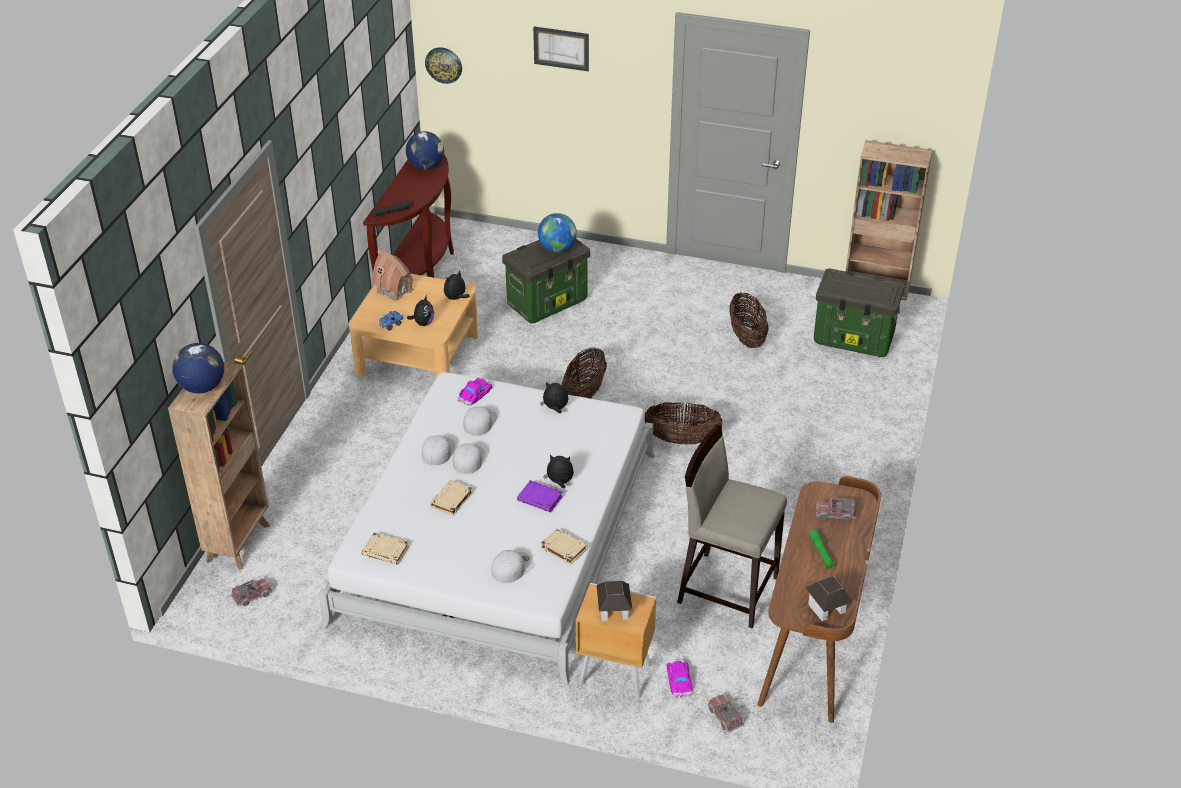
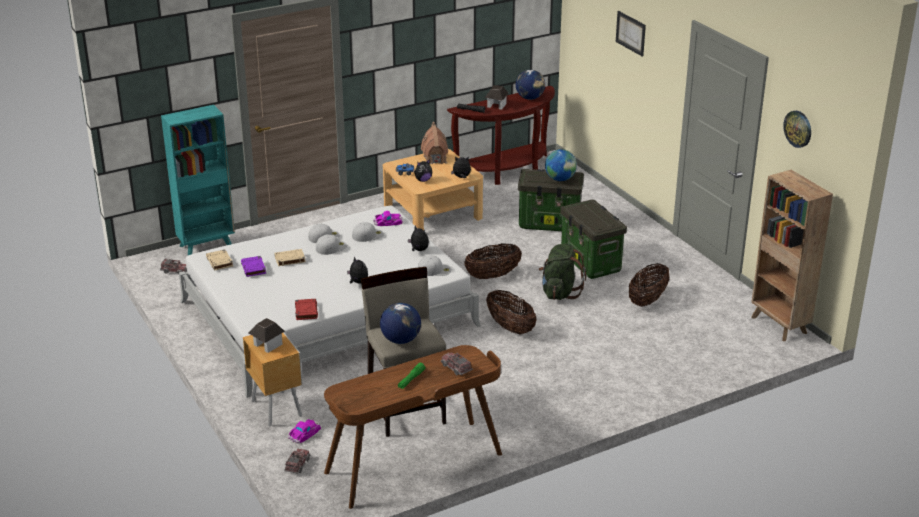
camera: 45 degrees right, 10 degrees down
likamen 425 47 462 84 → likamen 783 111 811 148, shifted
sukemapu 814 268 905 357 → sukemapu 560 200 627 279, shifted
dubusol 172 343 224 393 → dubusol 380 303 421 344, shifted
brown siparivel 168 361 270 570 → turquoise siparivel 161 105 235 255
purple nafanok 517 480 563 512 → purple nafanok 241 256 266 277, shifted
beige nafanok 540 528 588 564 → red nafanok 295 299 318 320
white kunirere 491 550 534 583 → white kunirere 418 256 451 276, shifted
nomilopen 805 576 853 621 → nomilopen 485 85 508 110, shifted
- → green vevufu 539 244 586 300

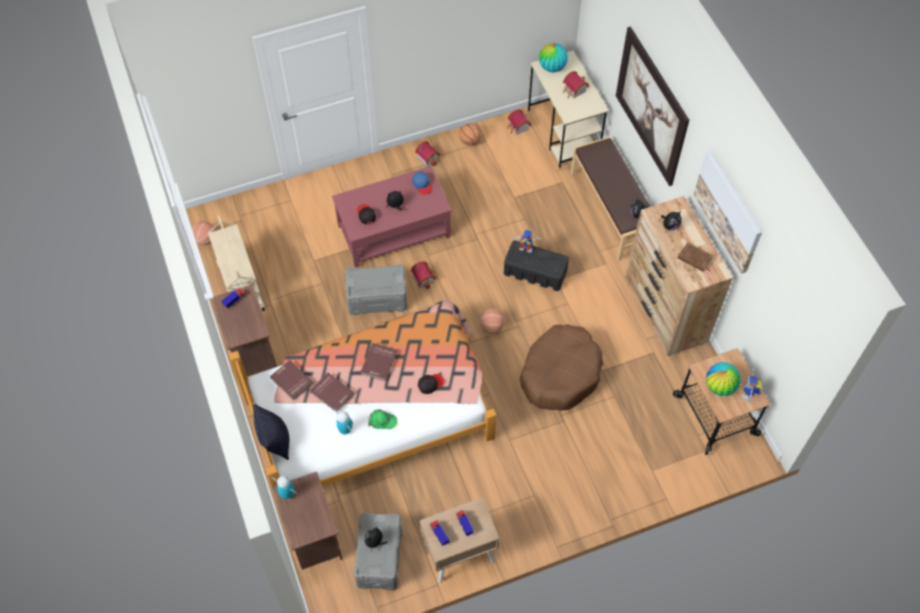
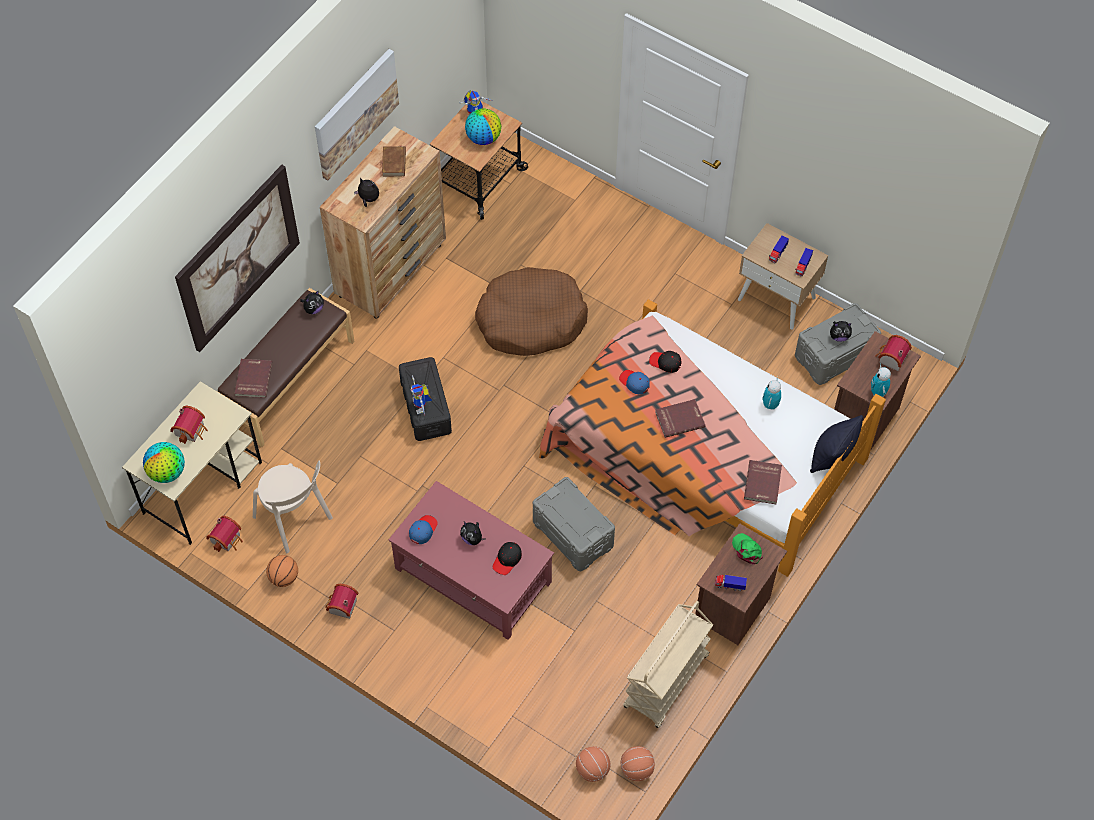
camera: 125 degrees left, 0 degrees up
nomilopen 411 261 437 289 → nomilopen 875 335 912 371, shifted
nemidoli 480 309 505 334 → nemidoli 576 746 610 782, shifted
red nafanok 310 372 354 412 → red nafanok 235 359 272 398, shifted
green kunirere 368 409 397 429 → green kunirere 732 533 764 564, shifted
- → blue kunirere 619 370 650 394
- → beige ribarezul 253 461 333 553

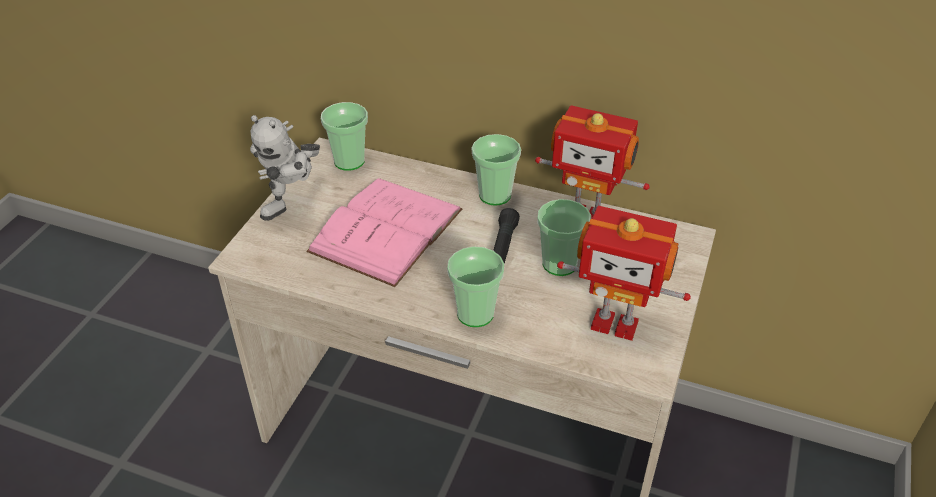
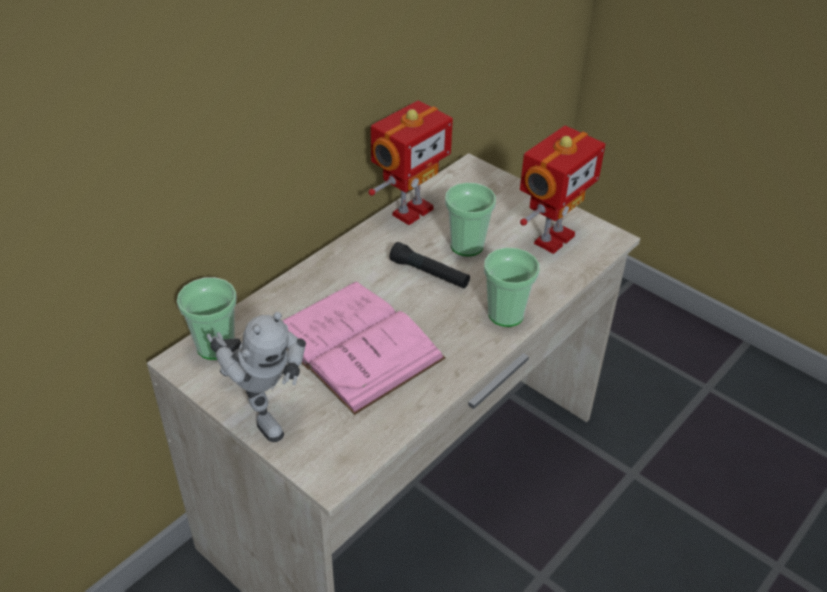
camera: 70 degrees left, 0 degrees up
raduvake 472 134 521 206 → -

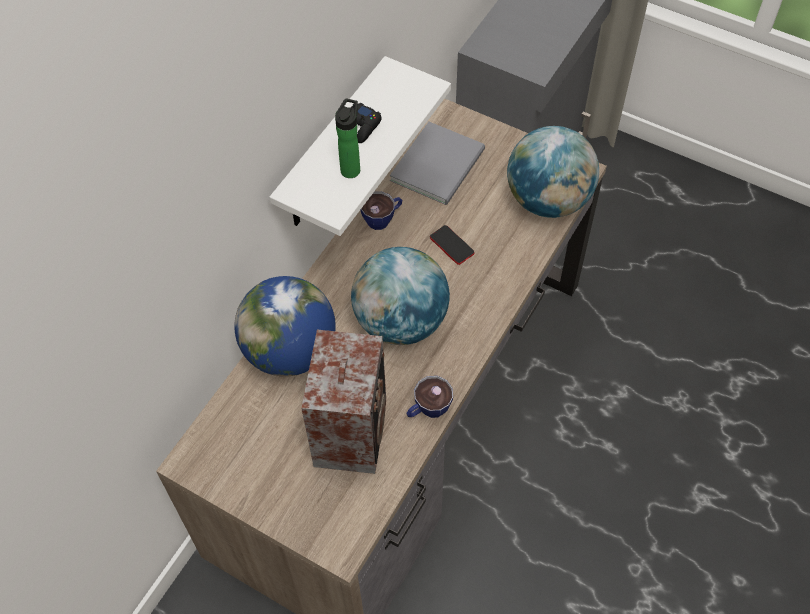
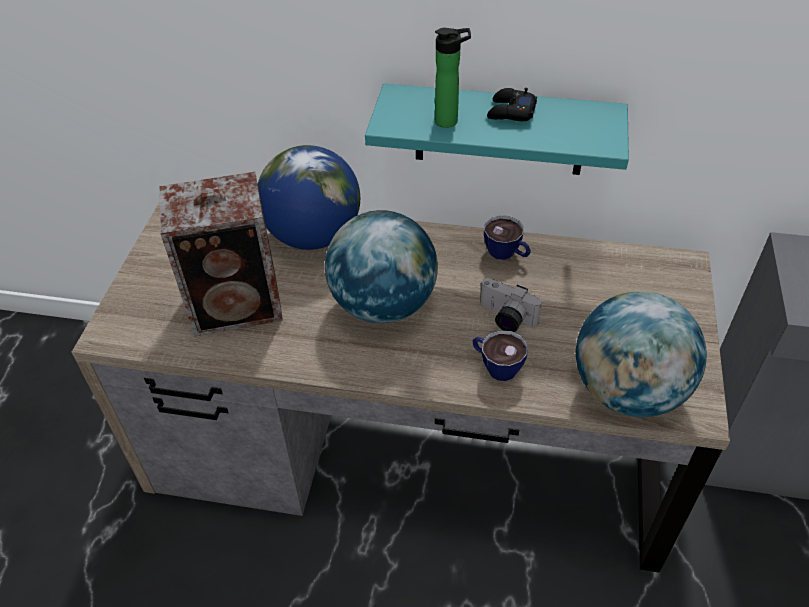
camera: 70 degrees right, 10 degrees down
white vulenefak 270 56 451 236 → turquoise vulenefak 365 83 629 175
grey nafanok 390 122 485 205 → -
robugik 430 225 474 265 → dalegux 480 278 542 332
raduvake 406 376 453 418 → raduvake 472 330 528 381, shifted

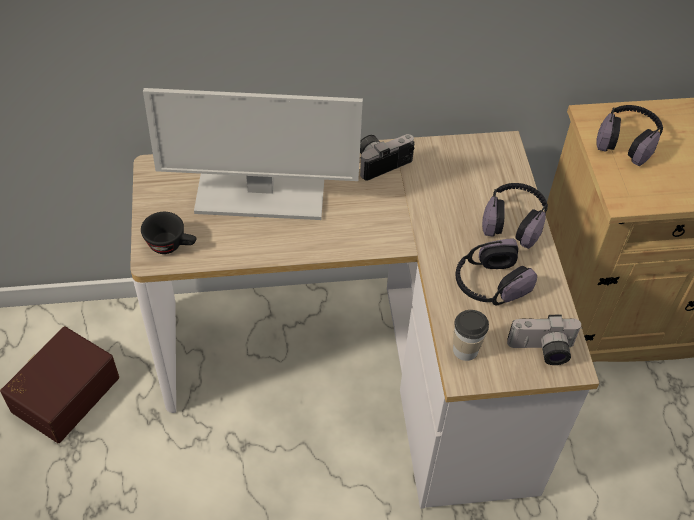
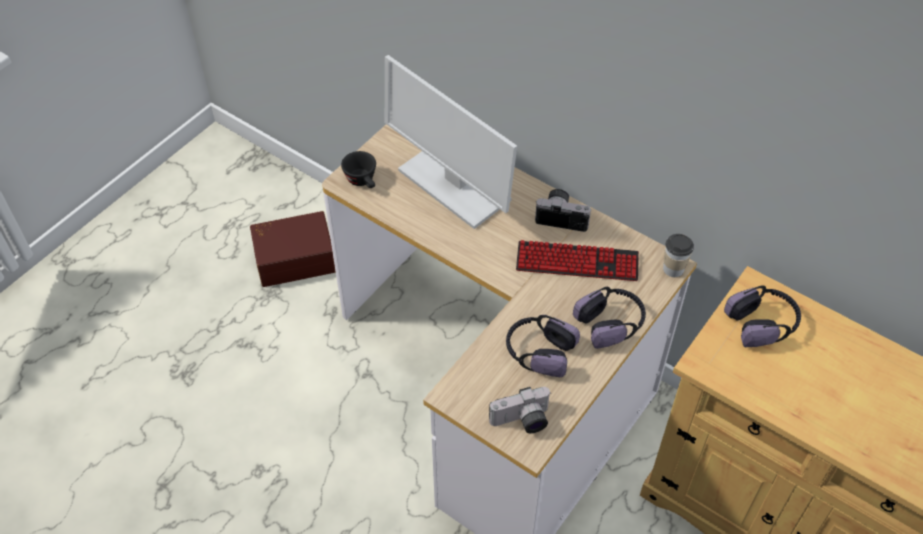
camera: 45 degrees right, 0 degrees up
raduvake 453 310 489 361 → raduvake 663 234 694 277, shifted
dalegux 507 315 581 365 → dalegux 489 387 551 433, 60 degrees counterclockwise
- → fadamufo 516 240 639 281

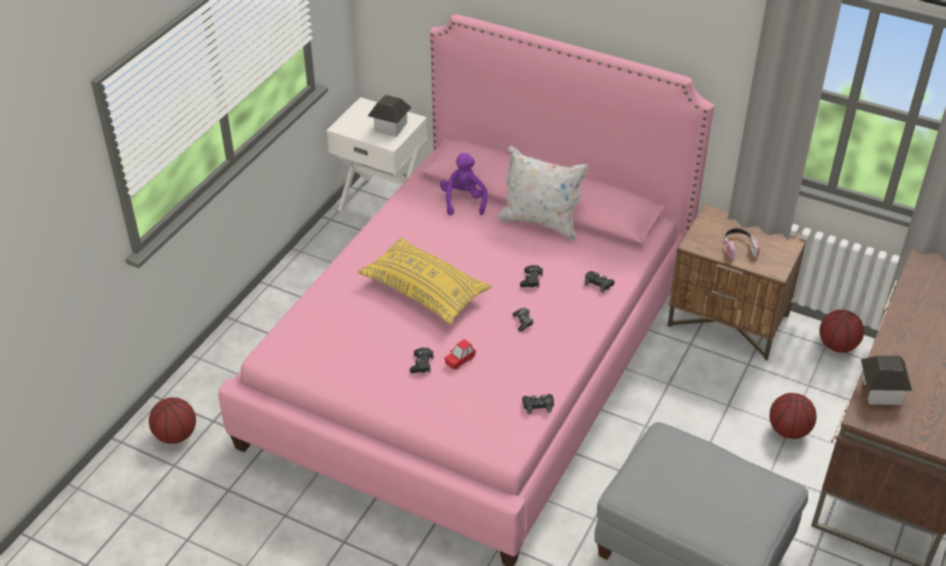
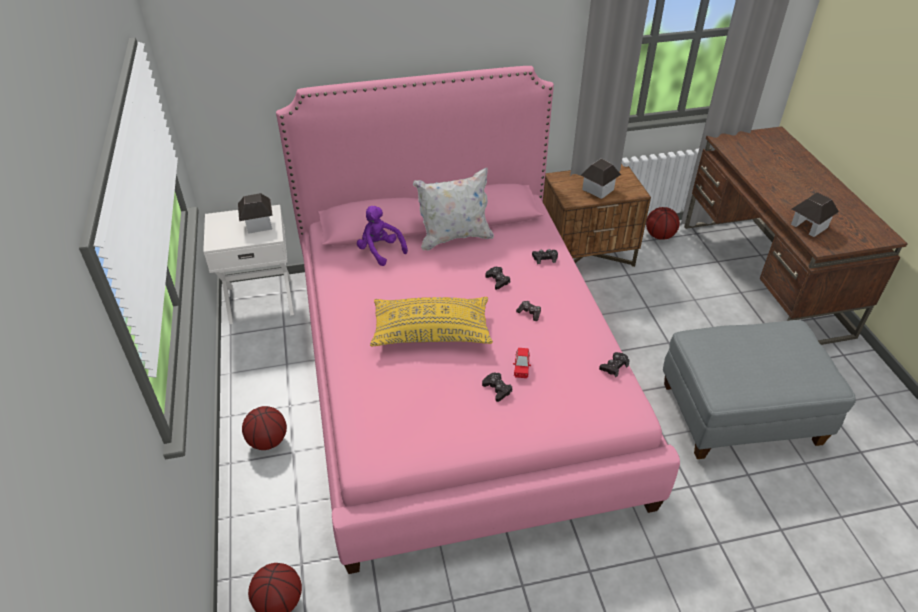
camera: 40 degrees left, 0 degrees up
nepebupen 724 228 760 260 → nomilopen 580 158 621 199
nemidoli 770 393 816 439 → nemidoli 242 406 287 450, shifted

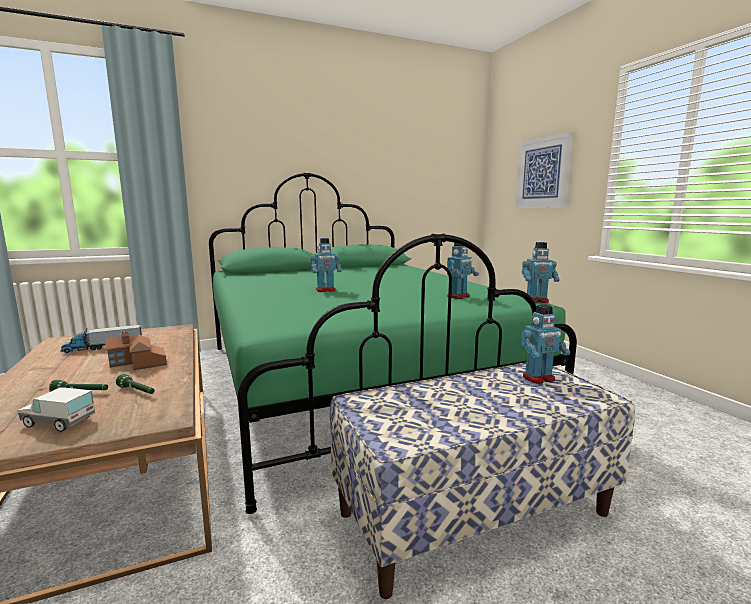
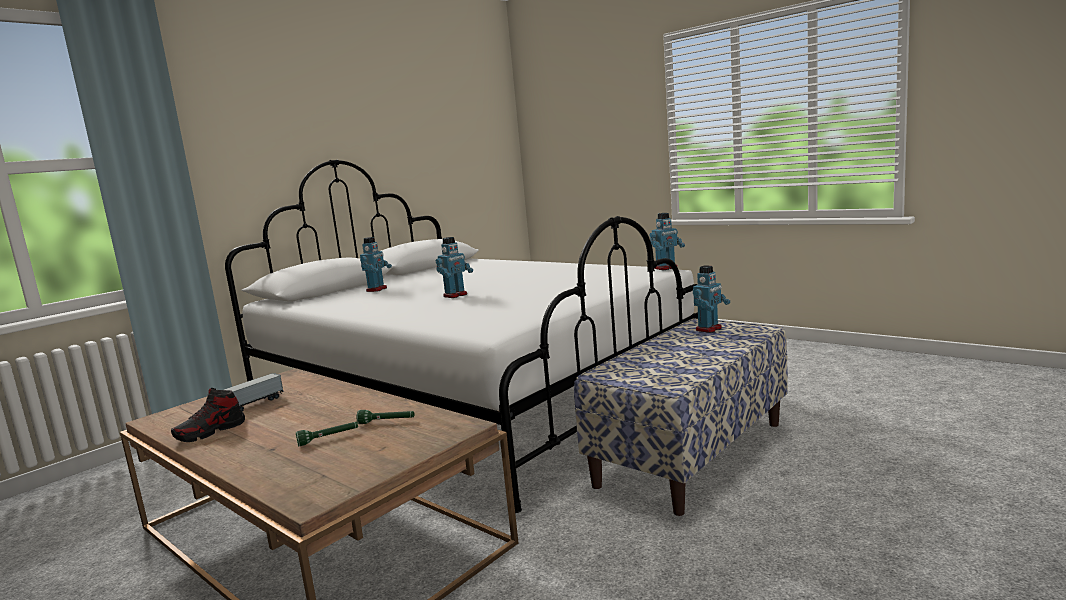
camera: 25 degrees left, 0 degrees up
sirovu 515 132 573 207 → -
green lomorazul 209 173 577 514 → white lomorazul 225 159 698 513
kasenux 447 243 479 299 → kasenux 360 237 392 292, shifted
nomilopen 105 331 167 370 → -
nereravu 17 387 95 432 → -
- → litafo 171 388 245 442

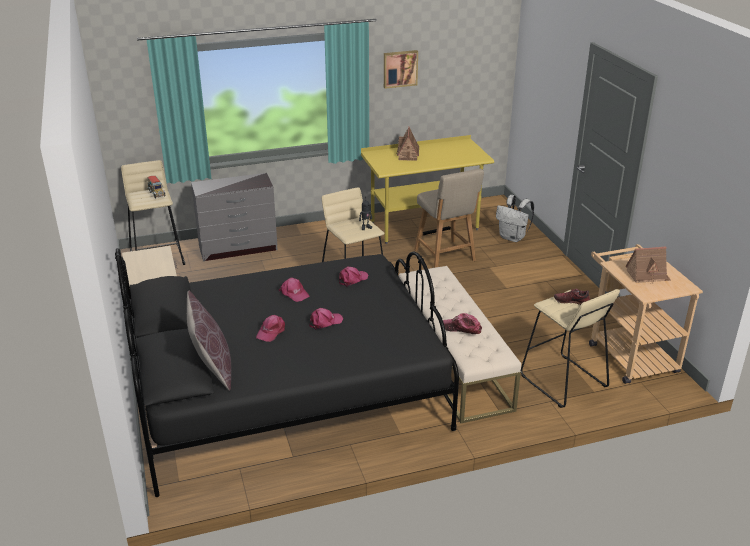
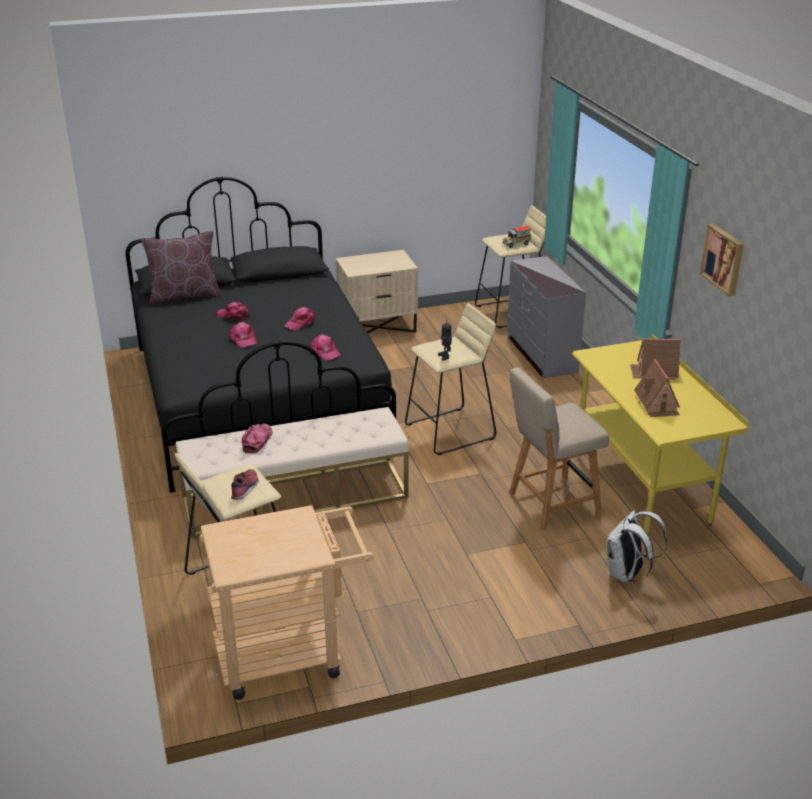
camera: 90 degrees right, 0 degrees up
nomilopen 625 246 671 283 → nomilopen 634 359 680 417, shifted

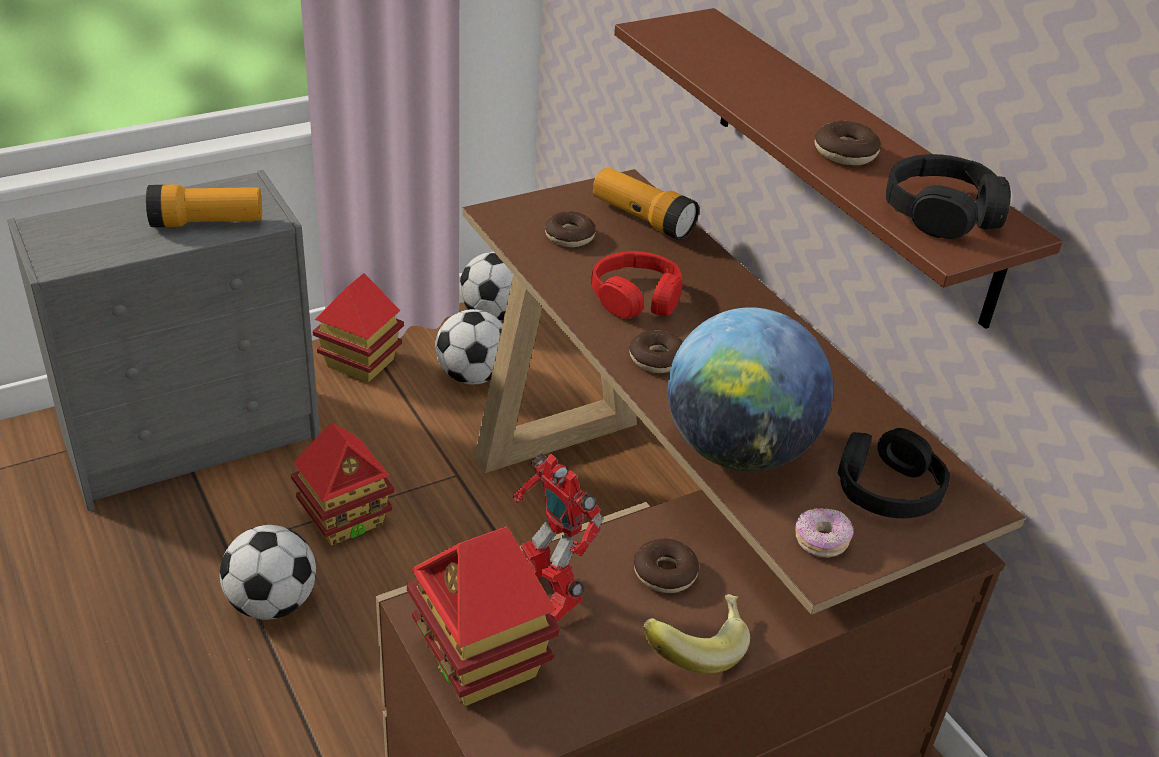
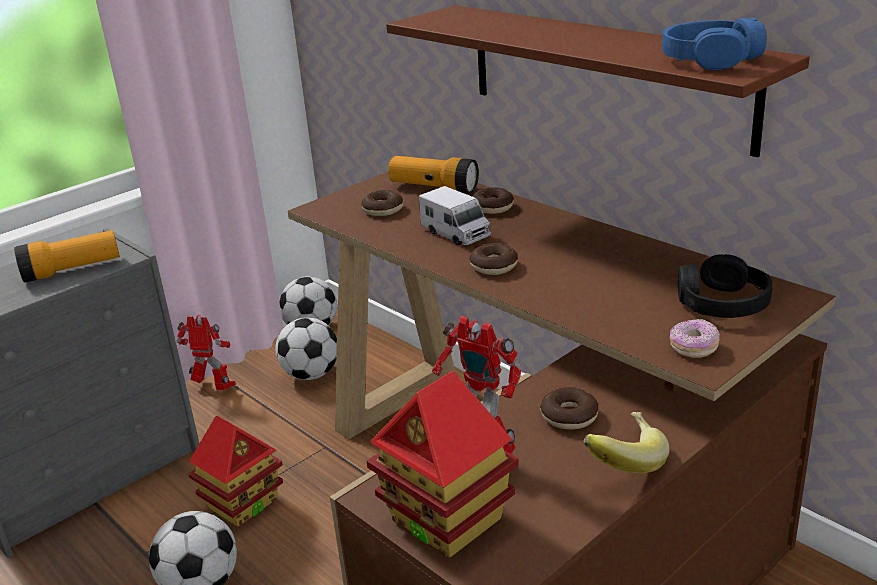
camera: 10 degrees left, 10 degrees down
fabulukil 814 121 881 165 → fabulukil 472 187 514 214, shifted
black nepebupen 886 154 1011 239 → blue nepebupen 662 18 767 70
red nepebupen 591 251 683 319 → nereravu 419 186 491 245
nomilopen 312 273 404 383 → kasenux 177 315 236 390
dubusol 668 307 833 472 → -

